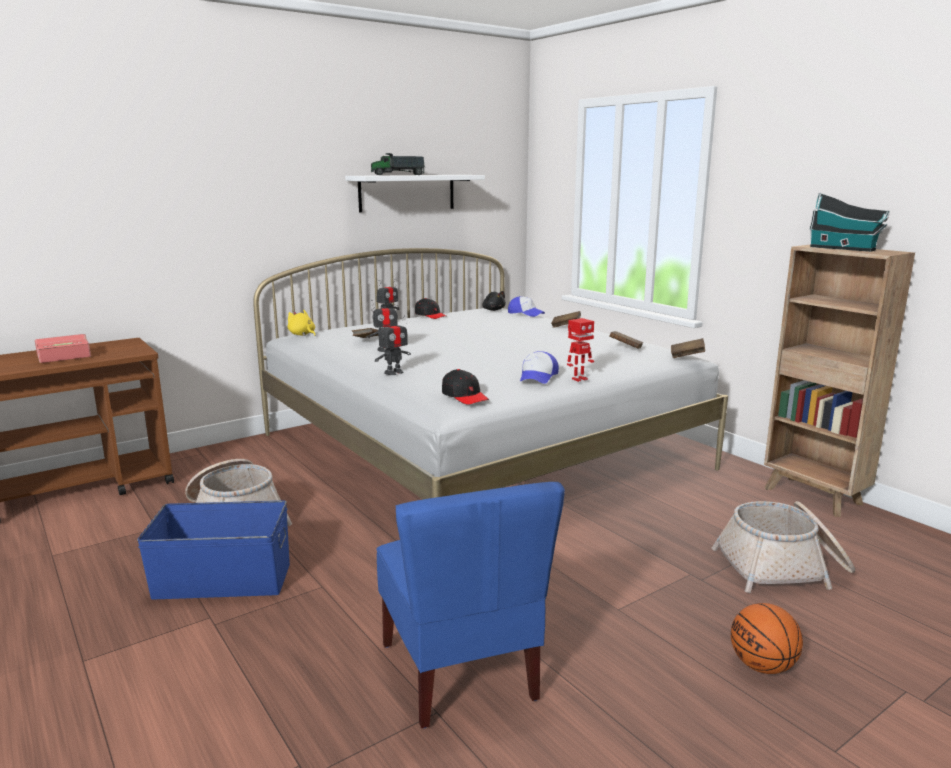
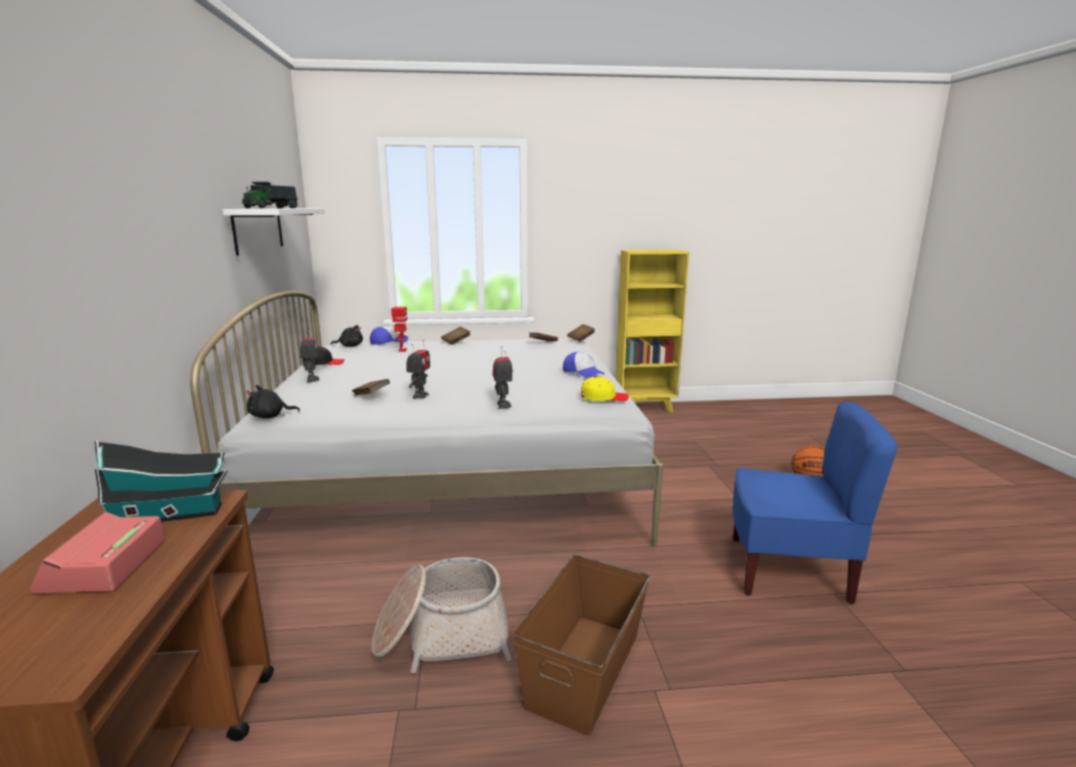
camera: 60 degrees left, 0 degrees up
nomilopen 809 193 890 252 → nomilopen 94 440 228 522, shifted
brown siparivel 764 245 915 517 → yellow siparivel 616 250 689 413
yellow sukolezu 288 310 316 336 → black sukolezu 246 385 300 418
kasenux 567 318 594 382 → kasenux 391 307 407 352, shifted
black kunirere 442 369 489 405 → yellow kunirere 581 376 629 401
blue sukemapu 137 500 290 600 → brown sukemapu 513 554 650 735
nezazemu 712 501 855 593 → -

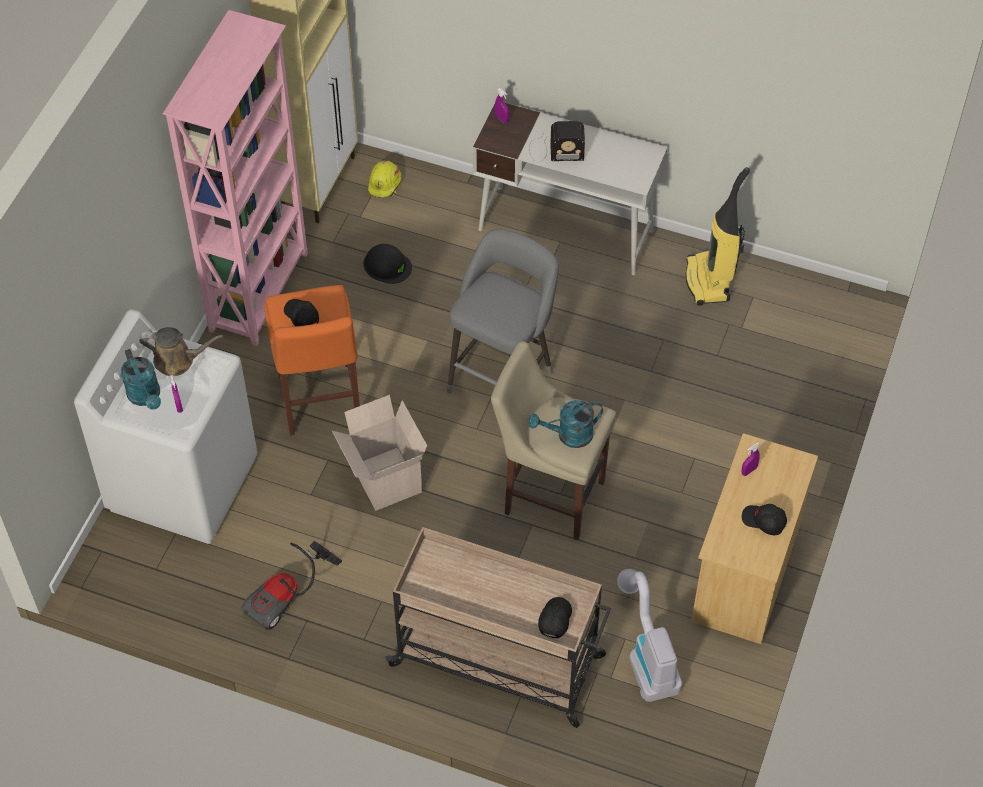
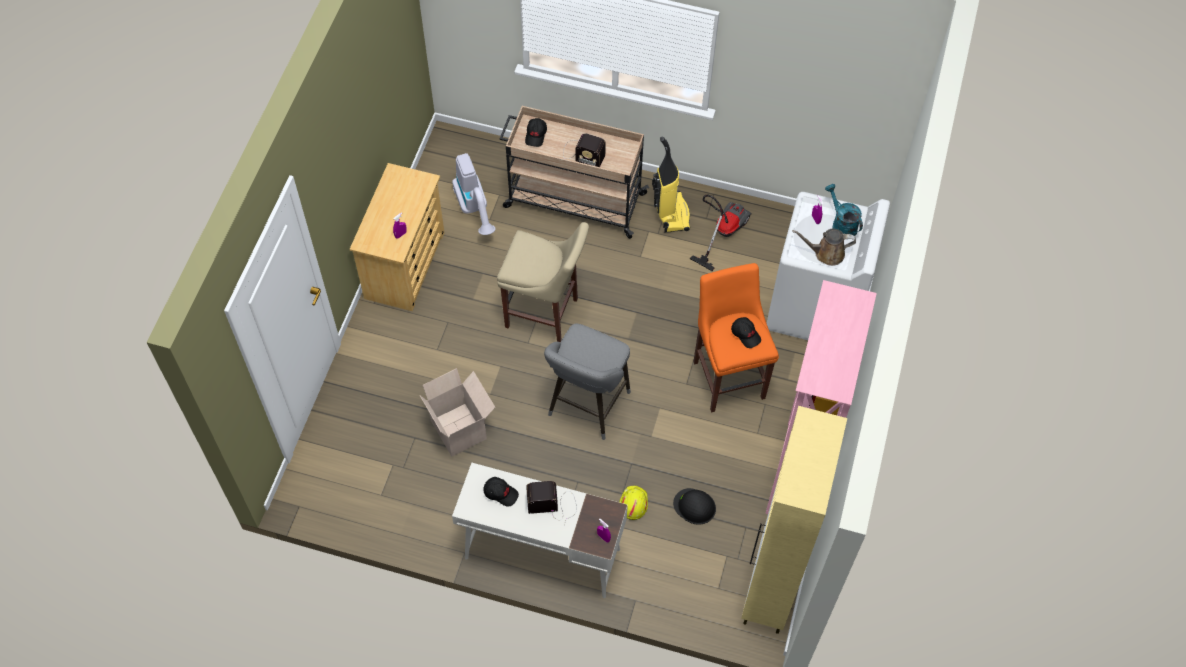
camera: 175 degrees right, 5 degrees up
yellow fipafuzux 368 160 401 198 → yellow fipafuzux 619 486 648 520, shifted
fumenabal 686 167 750 306 → fumenabal 652 136 690 233, shifted
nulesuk 332 395 427 511 → nulesuk 420 368 495 457, shifted
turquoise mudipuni 528 400 603 448 → -
black kunirere 742 504 787 535 → black kunirere 484 477 519 507, shifted
- → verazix 563 133 606 167

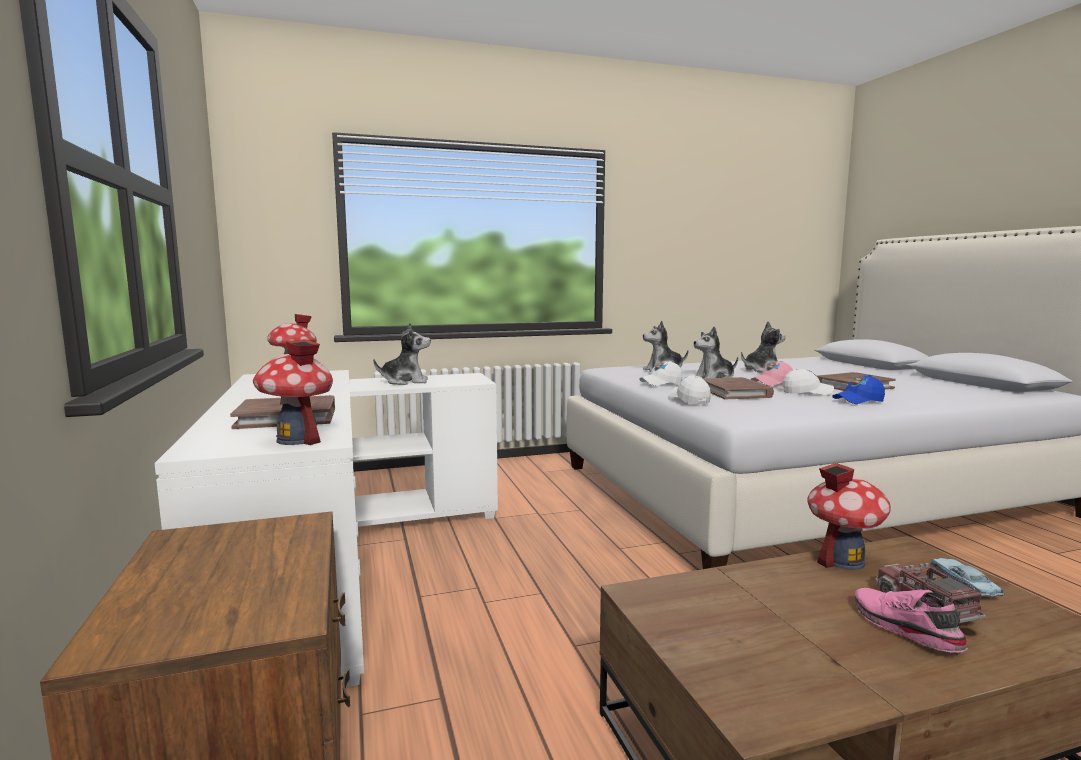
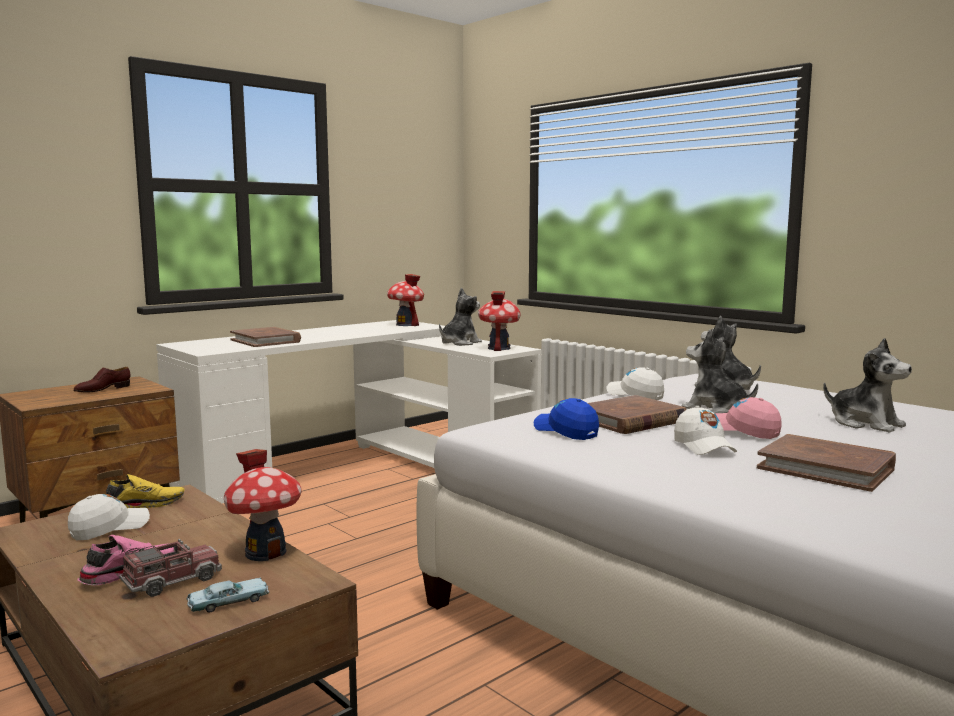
camera: 65 degrees right, 0 degrees up
sukolezu 373 323 431 385 → sukolezu 439 288 482 346, 105 degrees counterclockwise
nomilopen 253 339 333 445 → nomilopen 478 291 520 351, shifted
white kunirere 669 375 711 404 → white kunirere 68 494 150 540, shifted
blue kunirere 832 375 885 404 → blue kunirere 534 398 599 440, shifted
- → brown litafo 73 367 131 393
- → yellow litafo 106 474 185 508

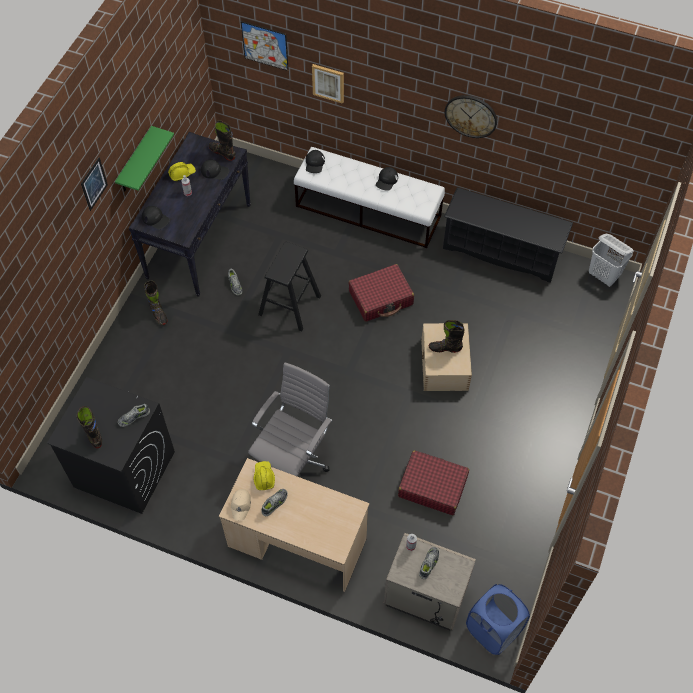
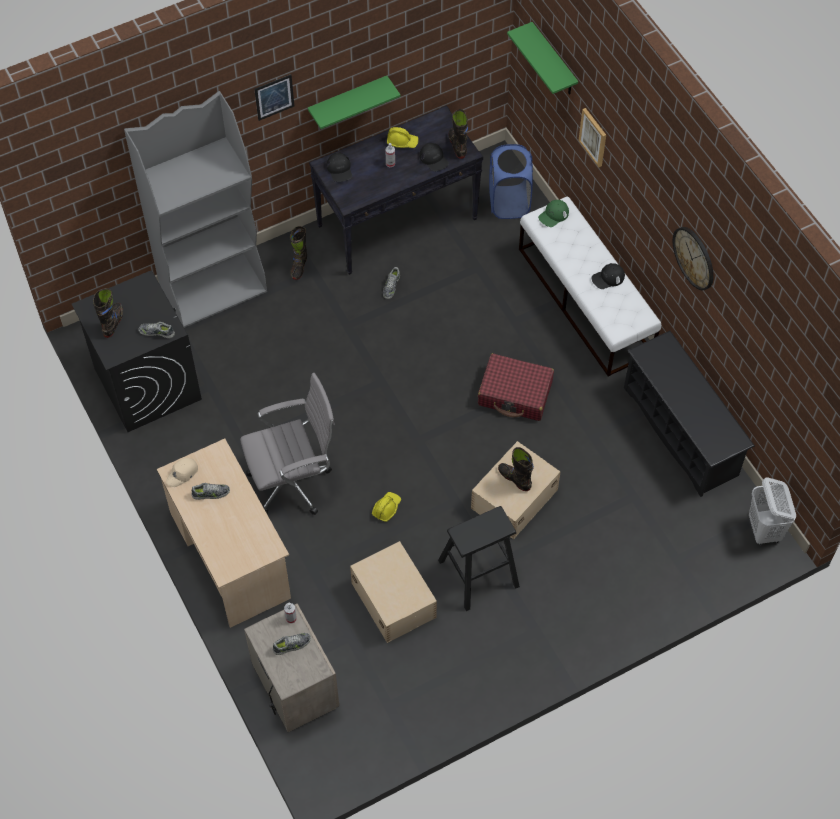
camera: 40 degrees right, 0 degrees up
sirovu 241 21 289 71 → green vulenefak 507 22 578 95
black kunirere 306 150 325 173 → green kunirere 538 200 569 227
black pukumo 258 242 321 332 → black pukumo 438 506 520 611, shifted
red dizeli 398 450 469 515 → beige sukemapu 350 541 437 643
yellow fipafuzux 254 461 275 490 → yellow fipafuzux 372 492 401 522, shifted
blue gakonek 466 584 530 655 → blue gakonek 489 144 533 219, shifted
- → grey siparivel 124 91 267 328

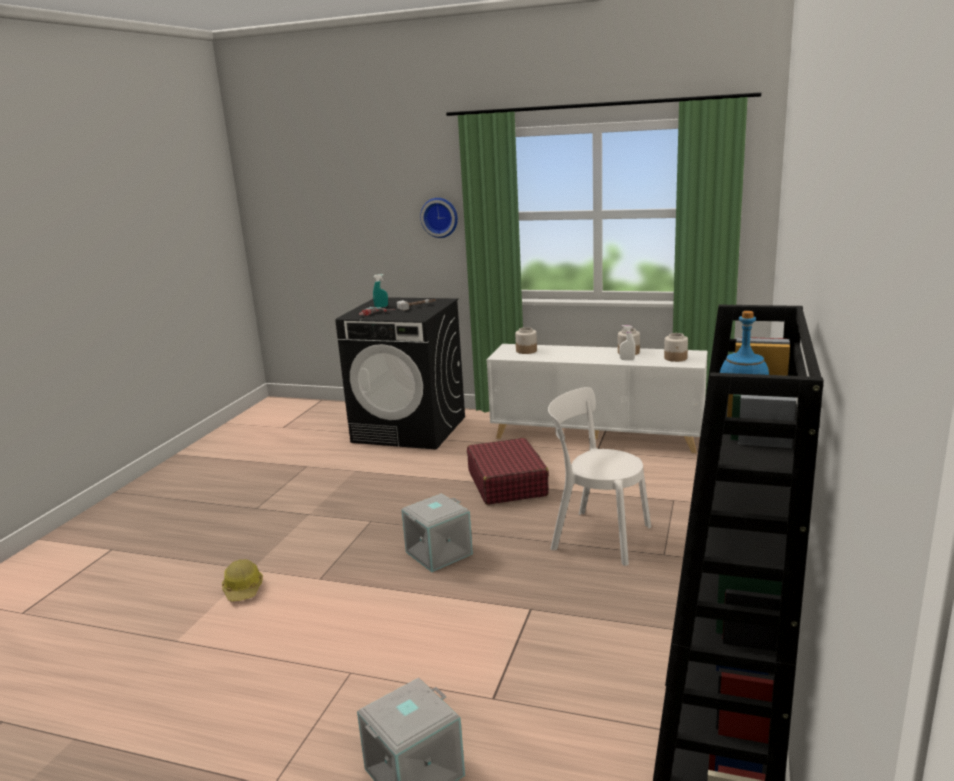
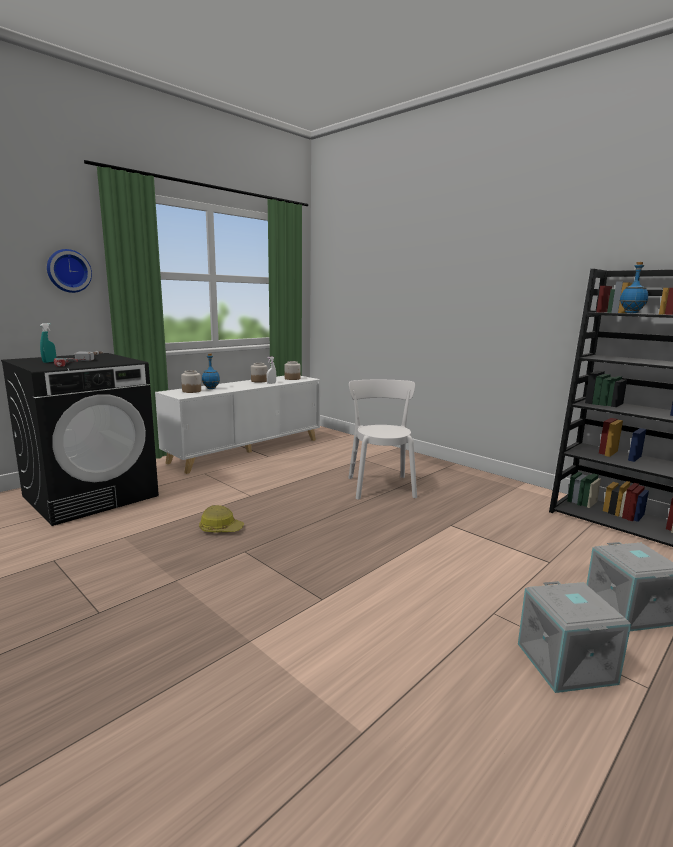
camera: 65 degrees left, 5 degrees down
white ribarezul 548 387 651 566 → white ribarezul 348 380 417 499, 120 degrees clockwise
red dizeli 467 438 549 505 → -
grey sukemapu 401 493 473 572 → grey sukemapu 518 581 631 693, shifted
fipafuzux 222 559 263 602 → fipafuzux 199 505 244 532, shifted
- → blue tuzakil 202 353 220 389

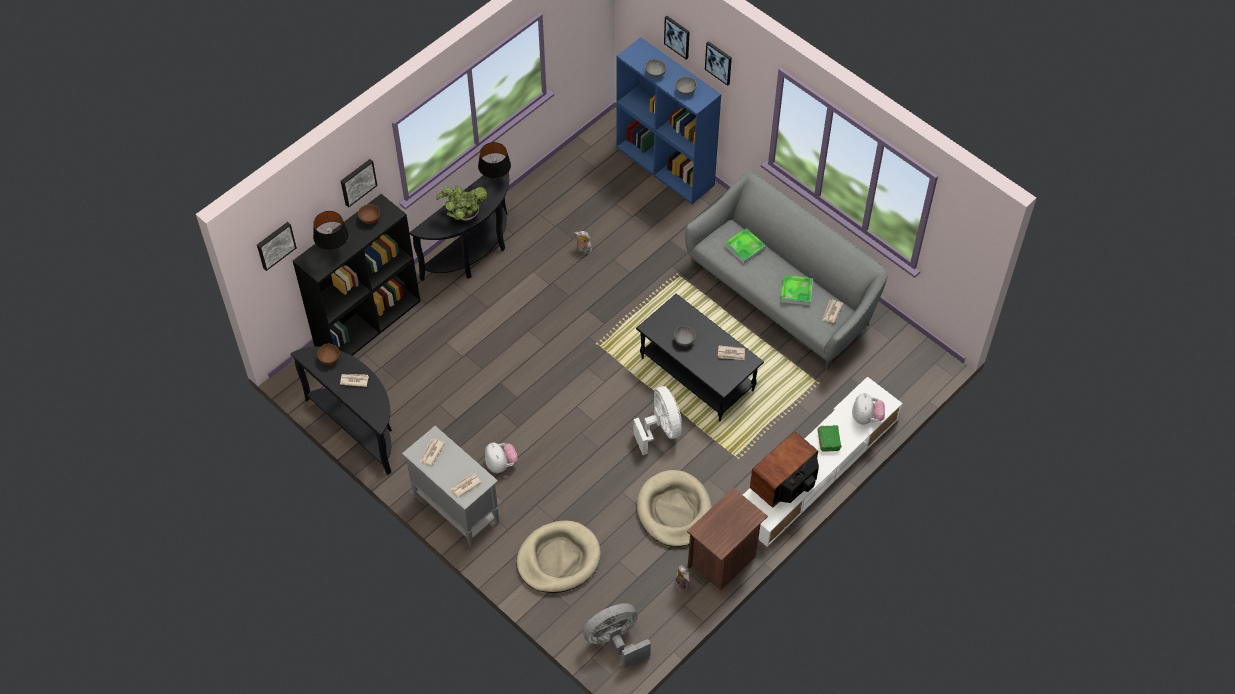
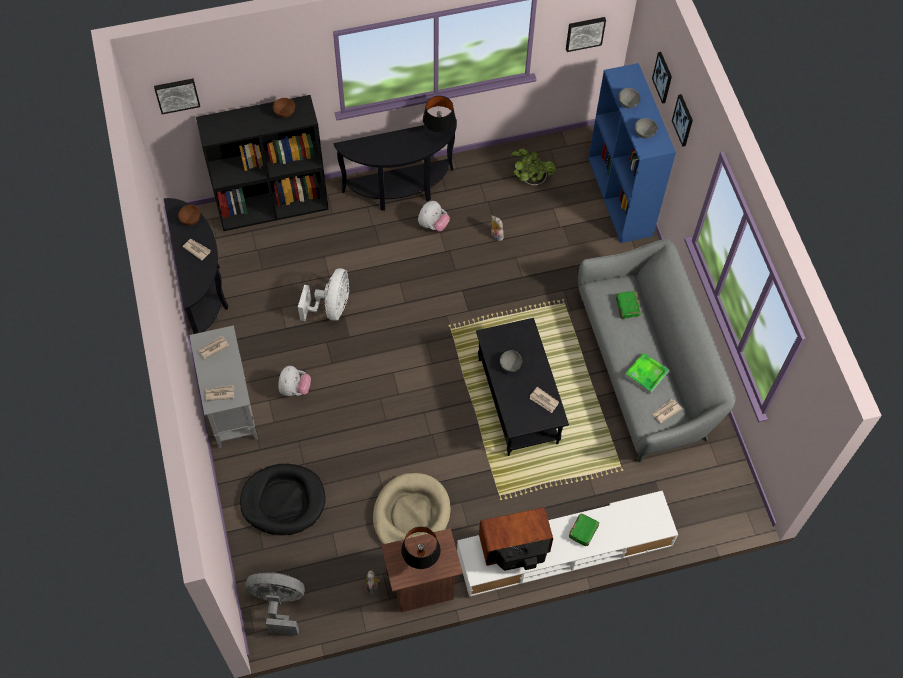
camera: 30 degrees right, 5 degrees up
sirovu 341 159 377 208 → sirovu 566 17 606 52, shifted
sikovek 436 186 487 221 → sikovek 511 149 556 186, shifted
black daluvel 313 211 349 250 → black daluvel 401 527 441 569, shifted
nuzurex 725 228 766 264 → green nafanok 616 291 641 319
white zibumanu 634 386 682 455 → white zibumanu 298 268 349 321, shifted
sukolezu 852 393 885 425 → sukolezu 418 201 450 231, shifted
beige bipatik 517 520 601 593 → black bipatik 240 464 325 535

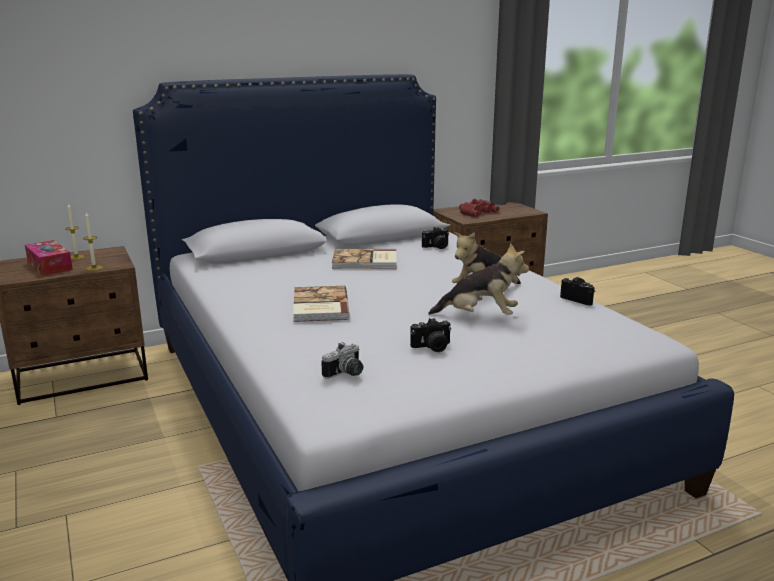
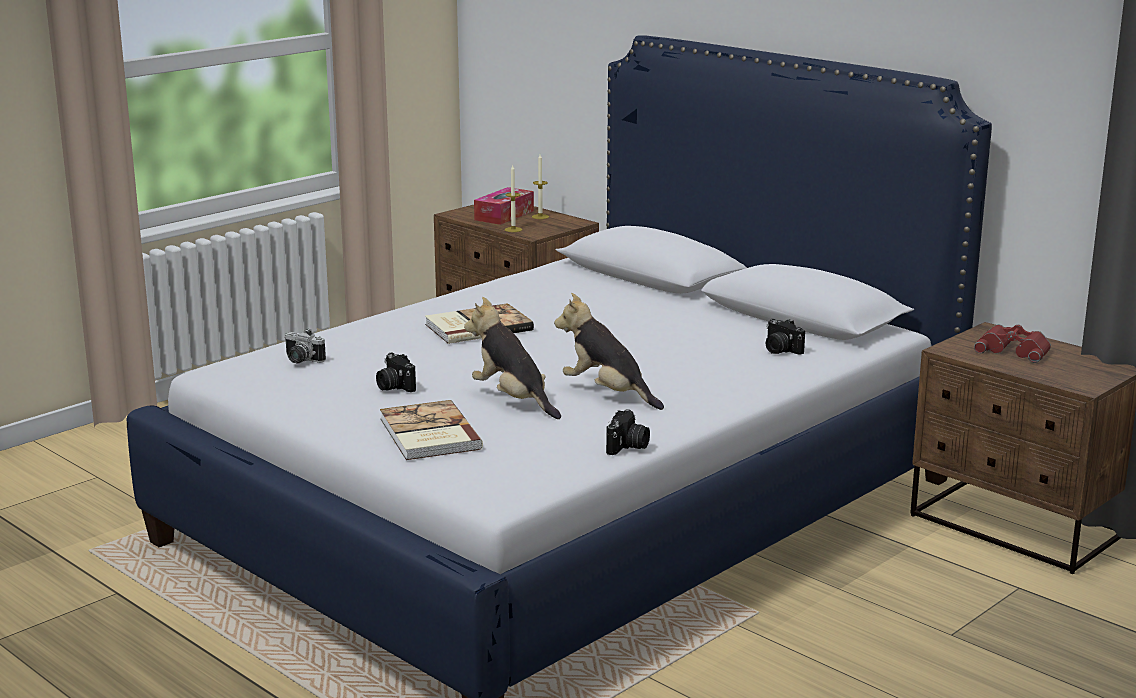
camera: 70 degrees right, 0 degrees up
sukolezu 428 243 529 315 → sukolezu 464 297 561 419, 150 degrees clockwise
nafanok 332 249 396 269 → nafanok 380 400 483 460, shifted

